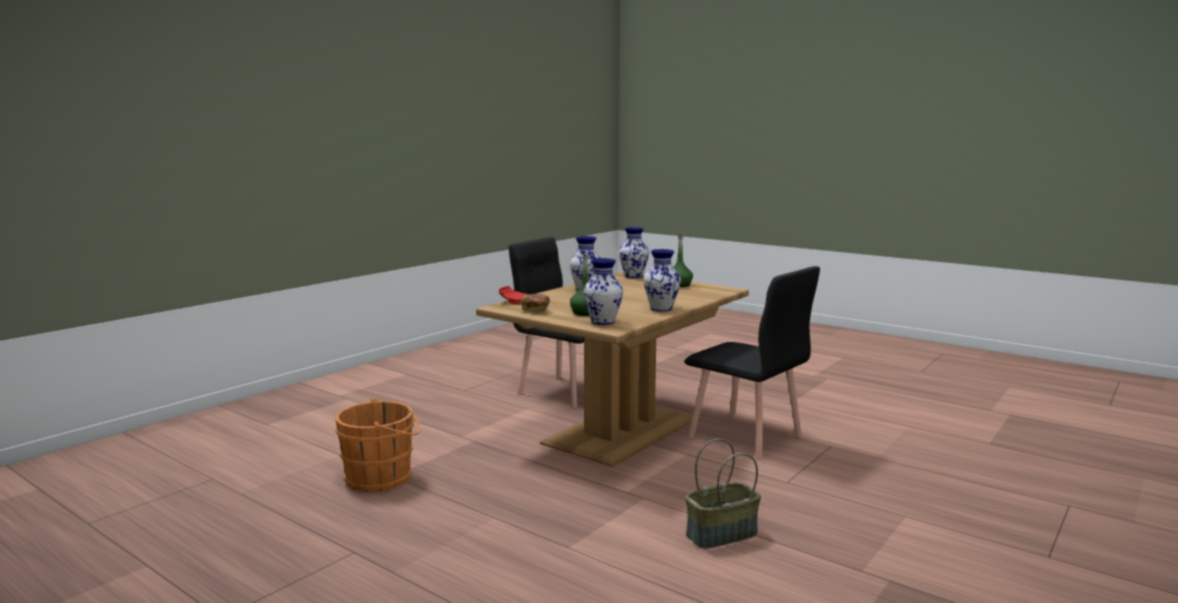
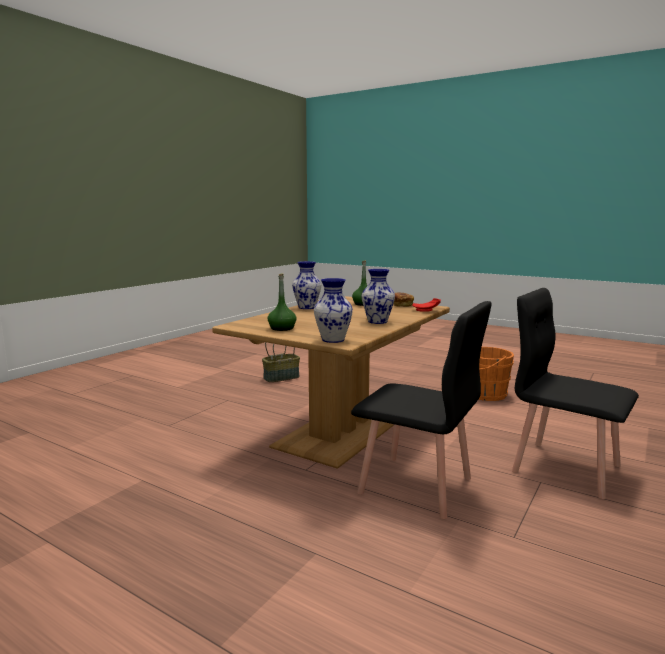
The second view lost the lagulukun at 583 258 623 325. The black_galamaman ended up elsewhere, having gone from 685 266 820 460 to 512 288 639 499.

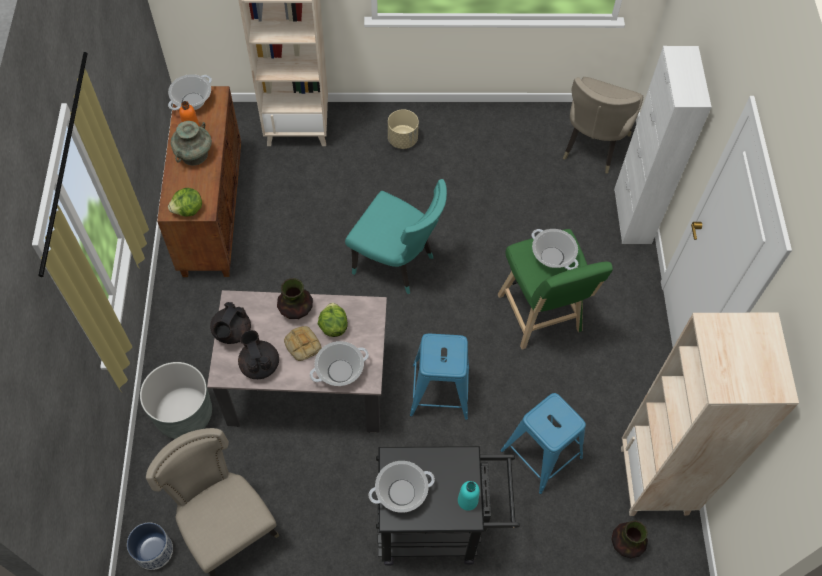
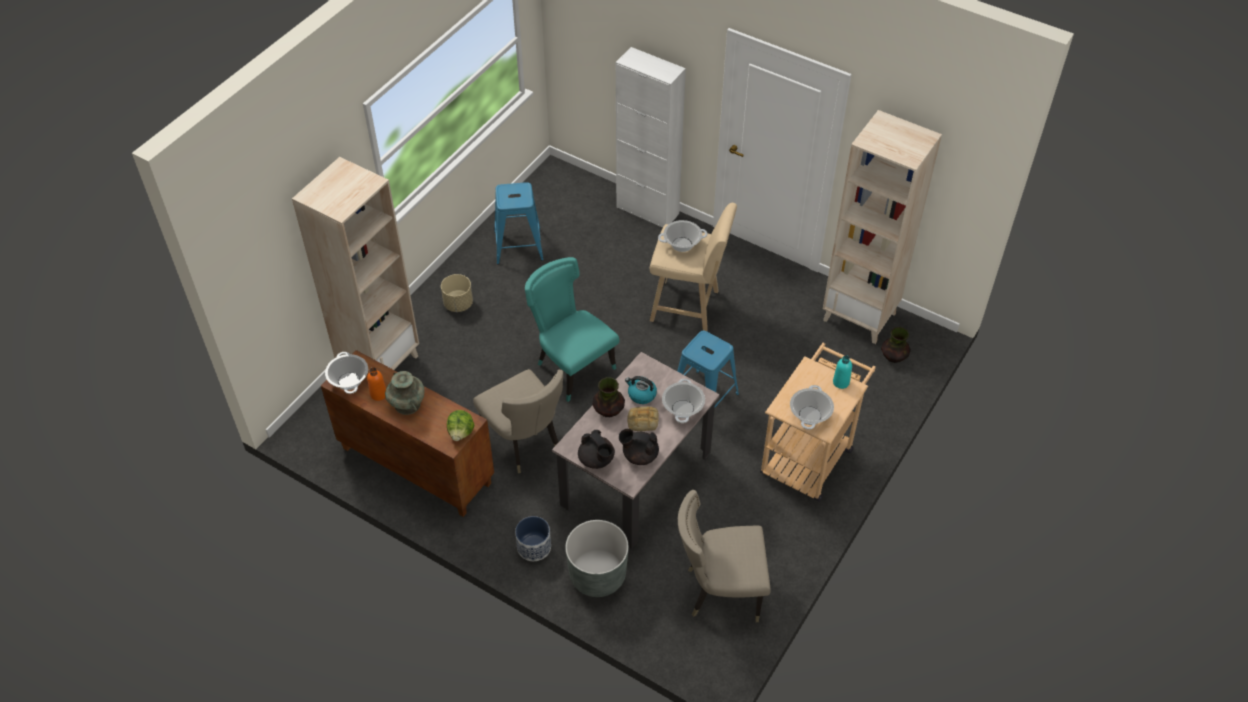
The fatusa ended up elsewhere, having gone from 127 522 173 570 to 515 516 551 561. Where the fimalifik stood at 318 303 348 337, the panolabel came to stand at 625 376 657 404. The turquoise_galamaman at 345 179 447 294 ended up facing another way, 105 degrees counterclockwise from before. What was the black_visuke at 376 446 520 566 turned into the beige_visuke at 760 343 876 502. What was the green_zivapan at 498 229 613 350 turned into the beige_zivapan at 650 203 737 331. The blue_zivapan ended up elsewhere, having gone from 500 393 586 494 to 494 182 544 264. The beige_galamaman ended up elsewhere, having gone from 563 77 643 173 to 473 369 563 473.

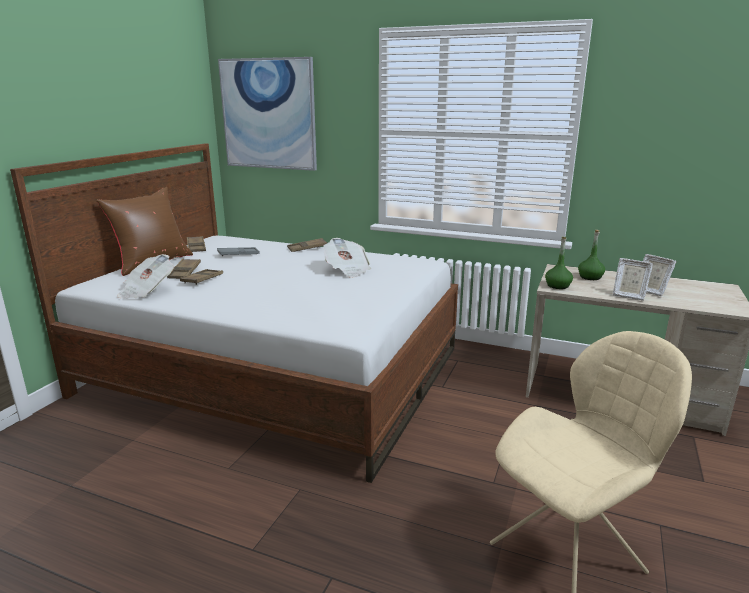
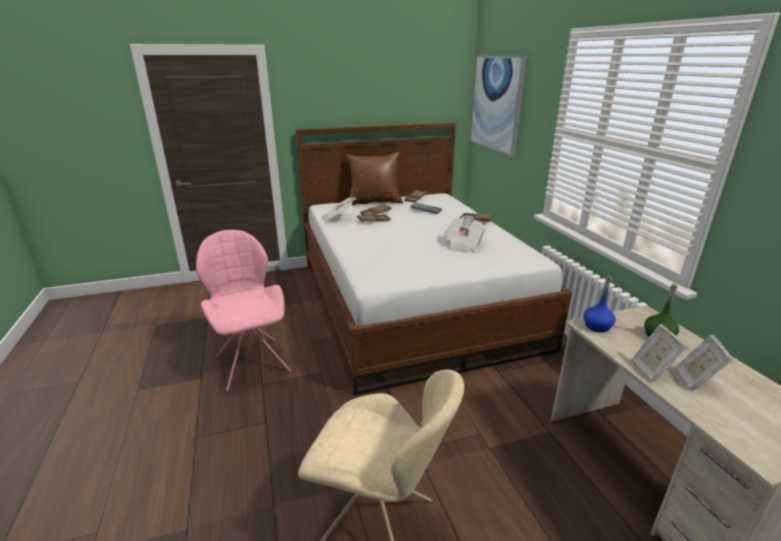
What was the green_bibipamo at 545 237 573 289 turned into the blue_bibipamo at 583 276 616 332. The second view gained the pink_galamaman at 196 230 291 391.

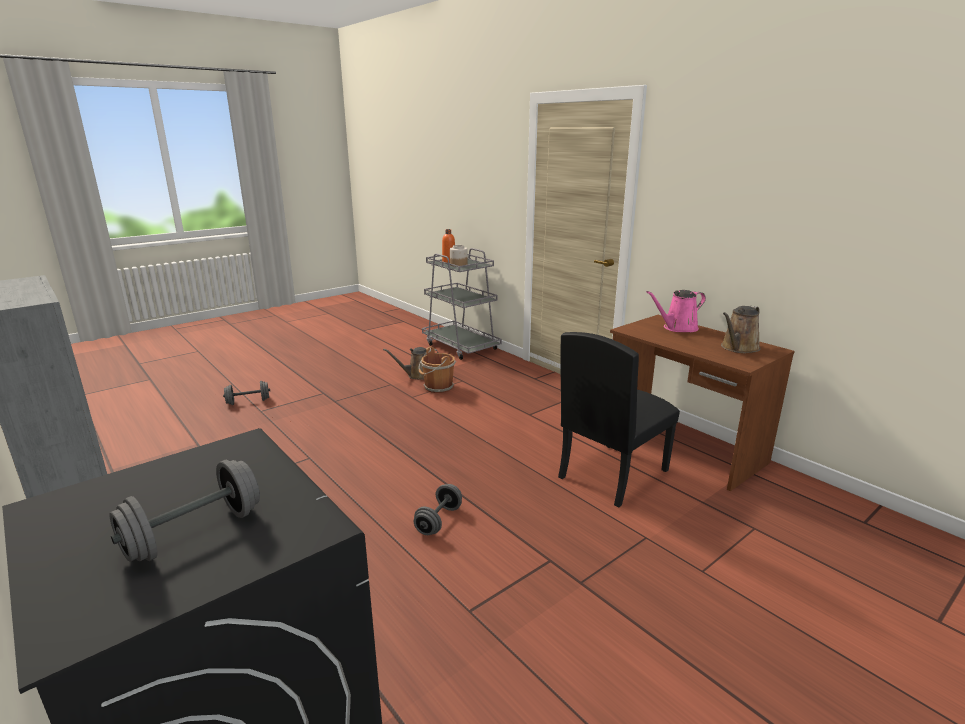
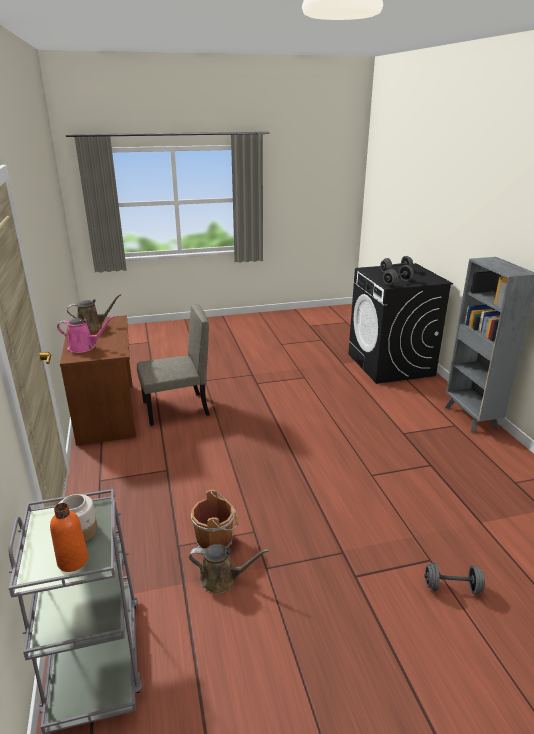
The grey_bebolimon ended up elsewhere, having gone from 414 484 462 535 to 383 265 414 286. What was the black_galamaman at 558 332 680 508 turned into the beige_galamaman at 137 304 210 426.

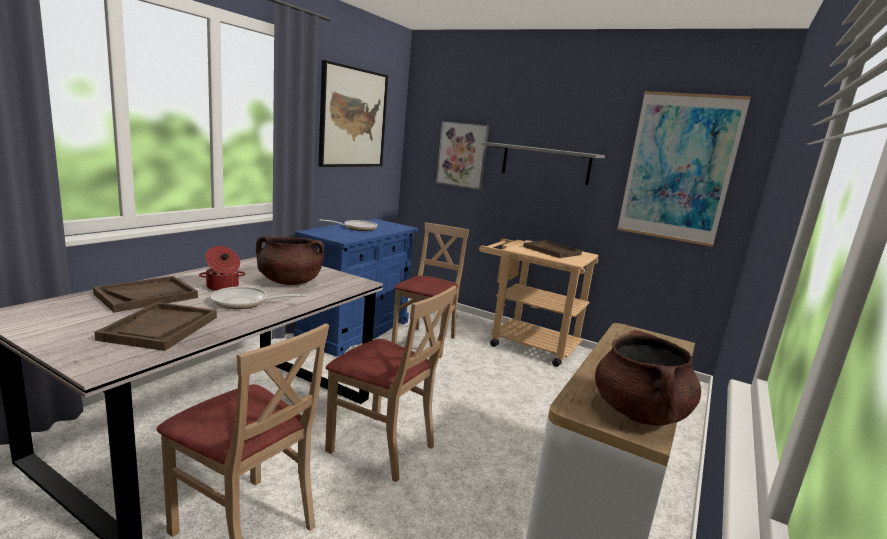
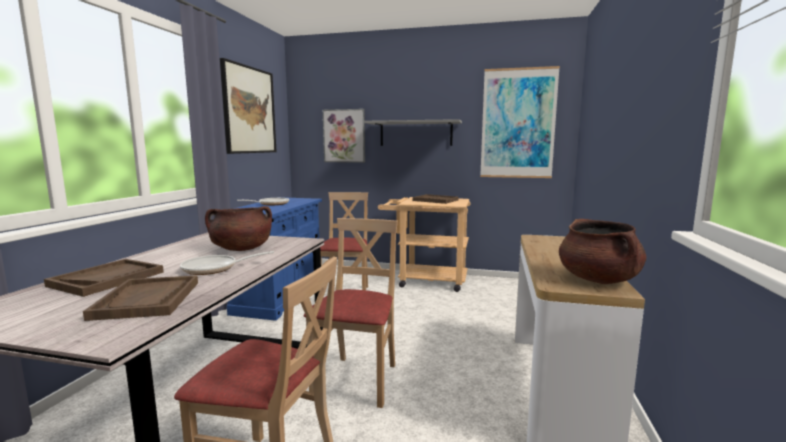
The second view lost the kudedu at 199 246 246 291. The beige_galamaman at 325 286 457 482 ended up facing another way, 90 degrees counterclockwise from before.

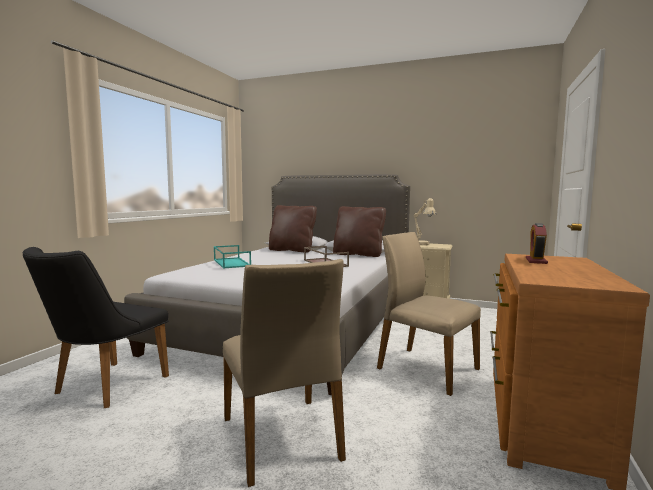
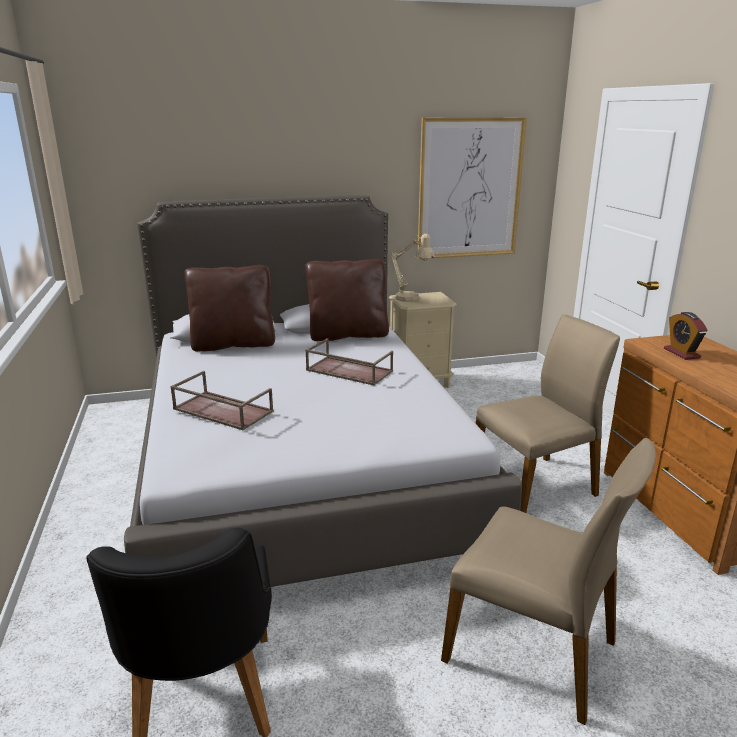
What was the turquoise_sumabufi at 214 245 251 269 turned into the brown_sumabufi at 170 371 274 431. The beige_galamaman at 377 232 481 396 ended up facing another way, 150 degrees clockwise from before. The second view gained the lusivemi at 417 117 527 259.

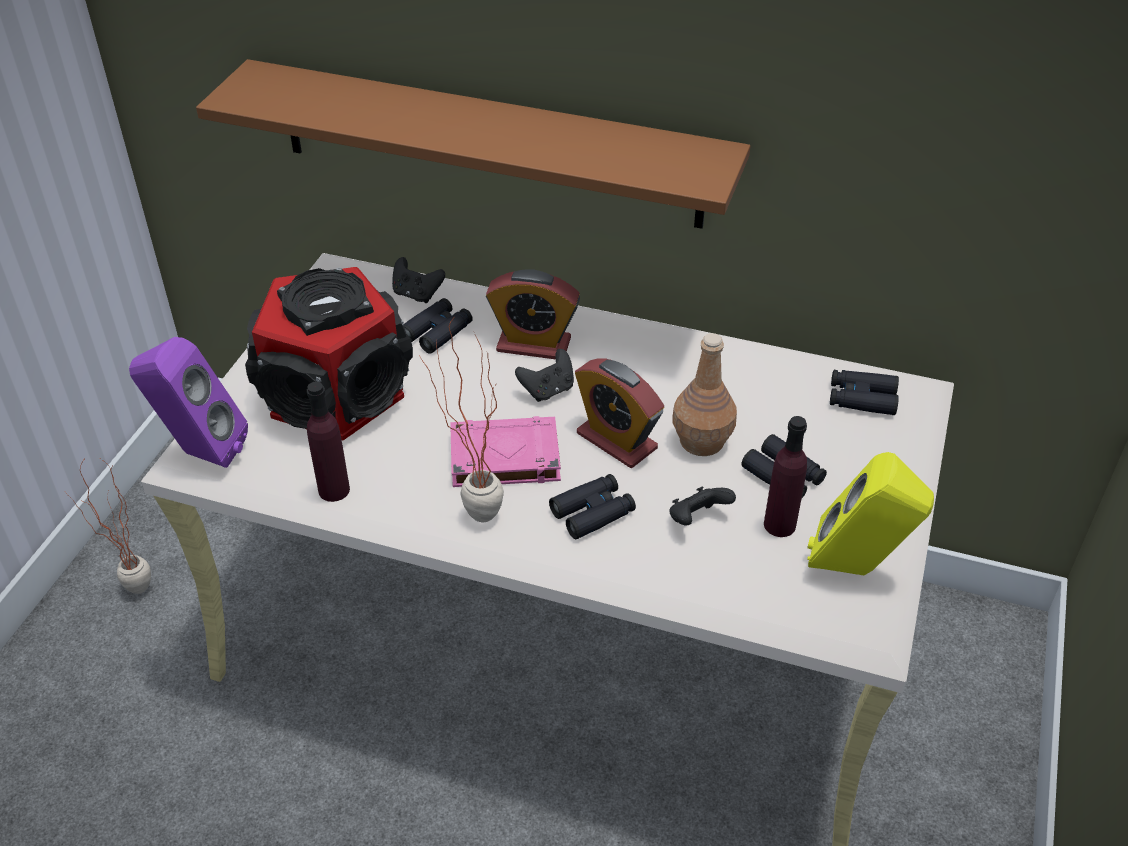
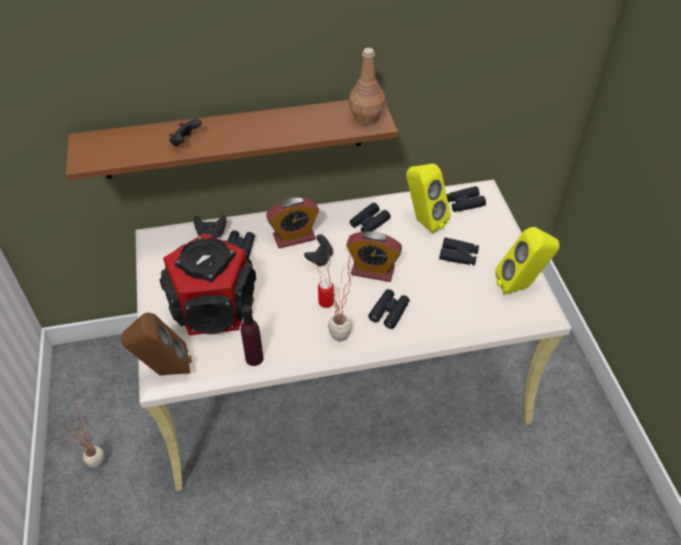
What was the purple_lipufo at 129 337 248 468 turned into the brown_lipufo at 121 313 192 376. Where the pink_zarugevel stood at 450 416 561 487, the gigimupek came to stand at 318 280 334 308. The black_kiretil ended up elsewhere, having gone from 669 487 736 525 to 169 119 202 146. The brown_bibipamo ended up elsewhere, having gone from 673 333 737 456 to 349 48 385 125. The second view lost the purple_bibipamo at 764 416 807 537. The second view gained the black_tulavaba at 350 203 391 232. The second view gained the yellow_lipufo at 406 164 451 234.

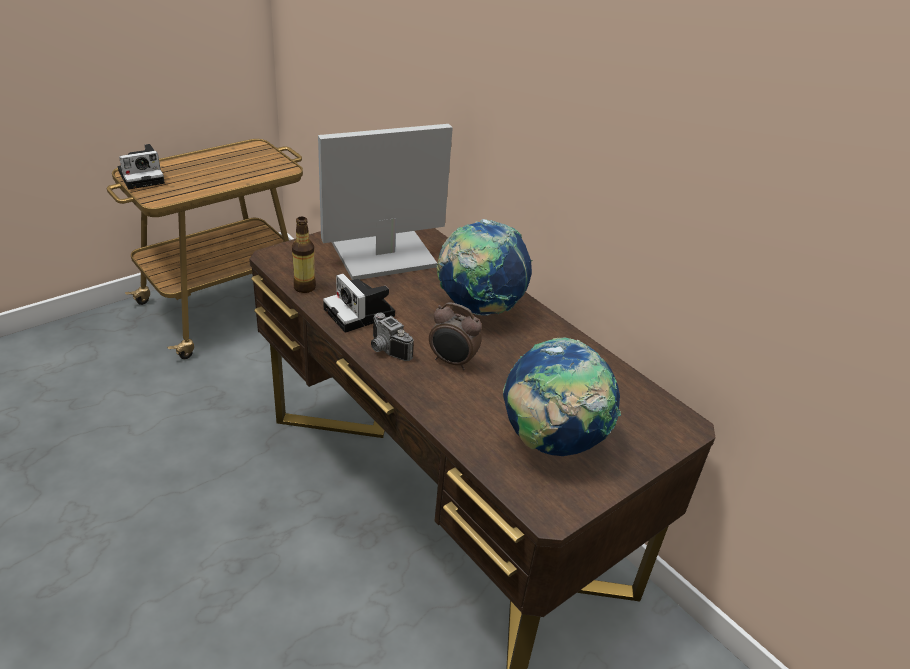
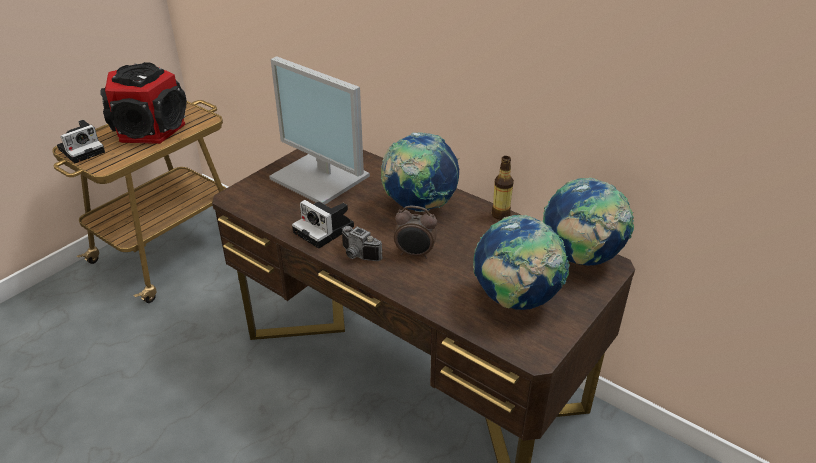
The bibipamo ended up elsewhere, having gone from 292 216 316 293 to 492 156 514 220. The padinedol at 318 124 453 280 ended up facing another way, 105 degrees counterclockwise from before. The second view gained the lipufo at 100 62 187 144. The second view gained the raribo at 542 177 634 265.

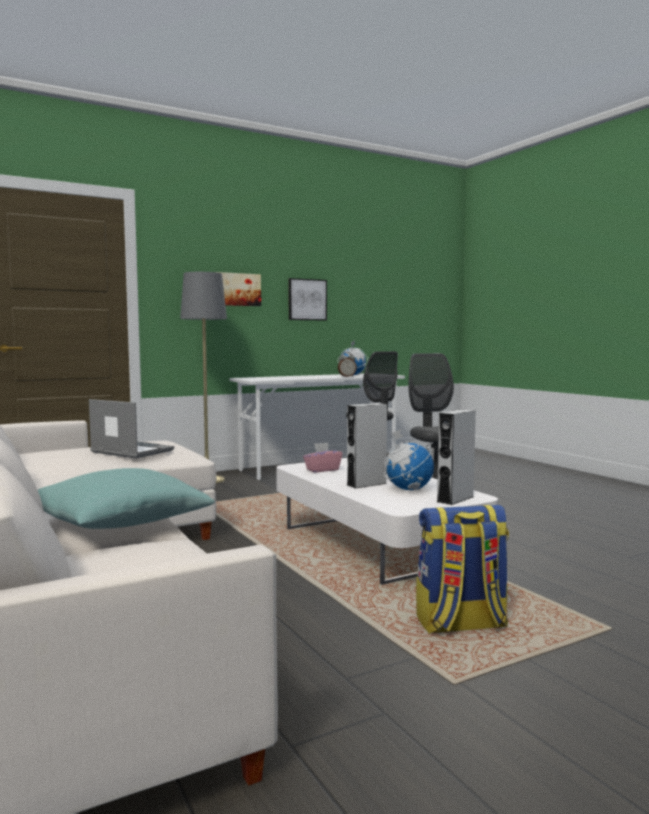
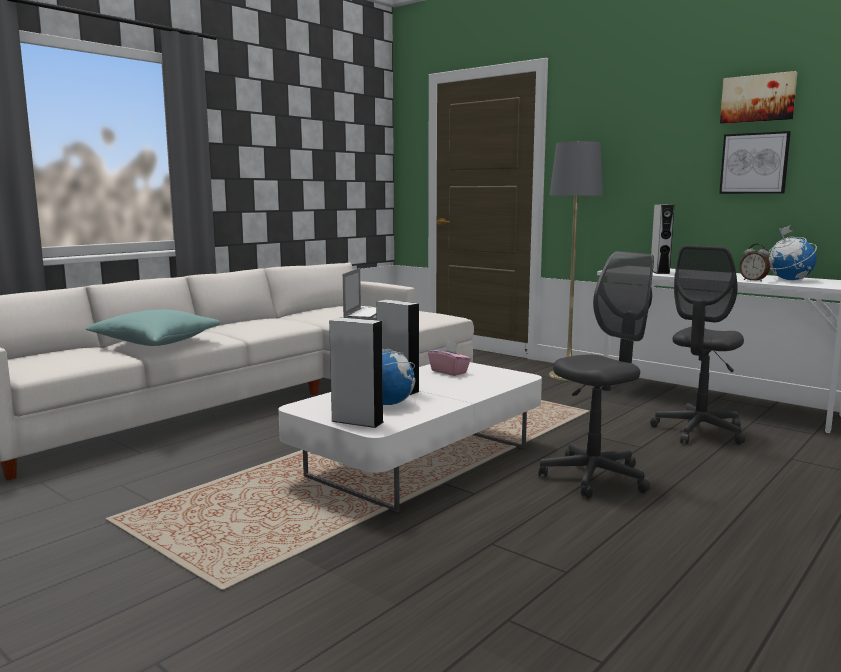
The lusivemi ended up elsewhere, having gone from 217 272 261 306 to 720 71 797 124. The second view lost the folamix at 416 505 509 634. The second view gained the grey_lipufo at 651 204 674 274.

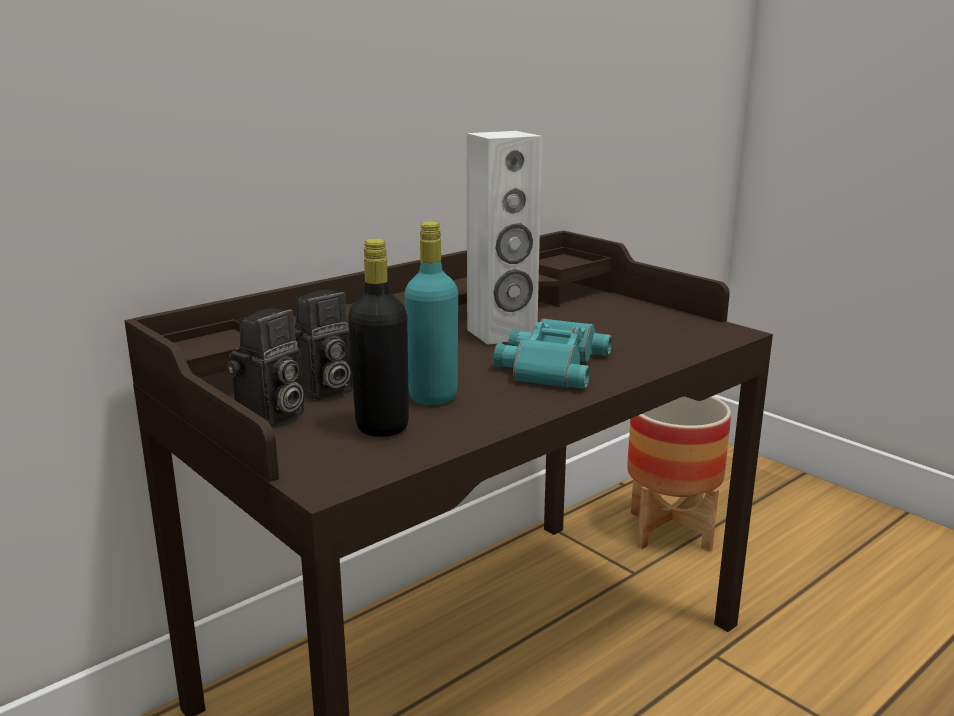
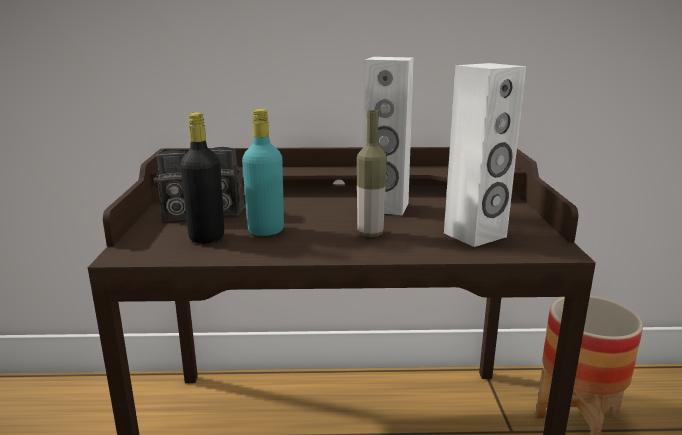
Where the turquoise_tulavaba stood at 493 318 612 389, the bibipamo came to stand at 357 110 387 237. The second view gained the white_lipufo at 444 63 526 247.

